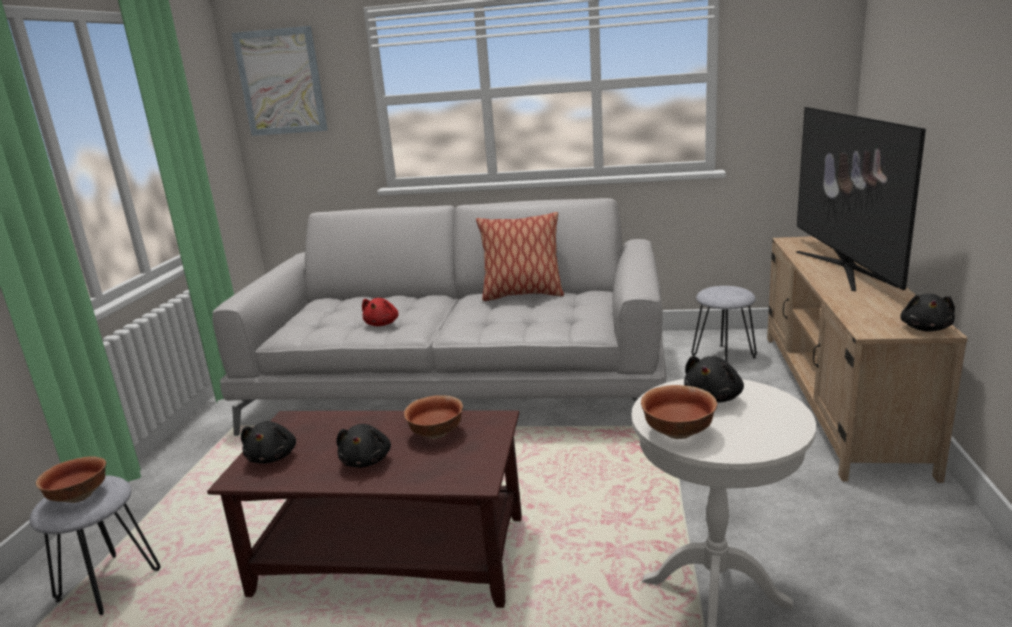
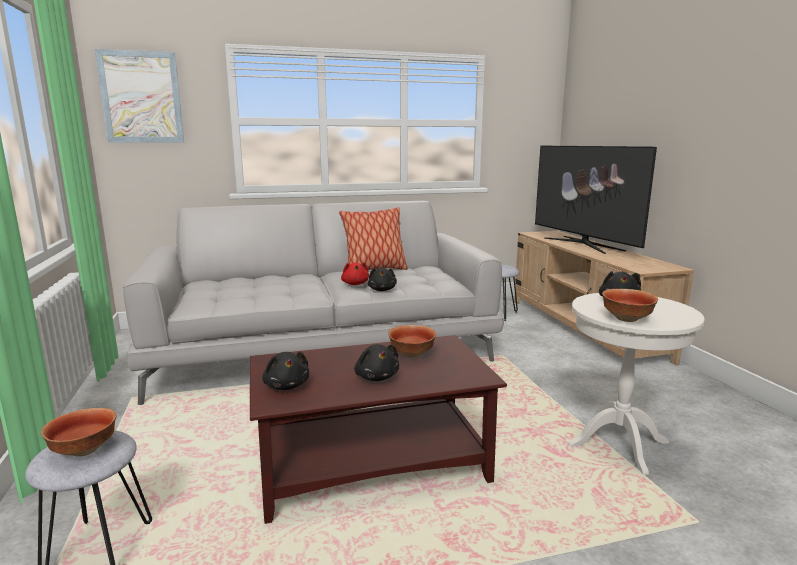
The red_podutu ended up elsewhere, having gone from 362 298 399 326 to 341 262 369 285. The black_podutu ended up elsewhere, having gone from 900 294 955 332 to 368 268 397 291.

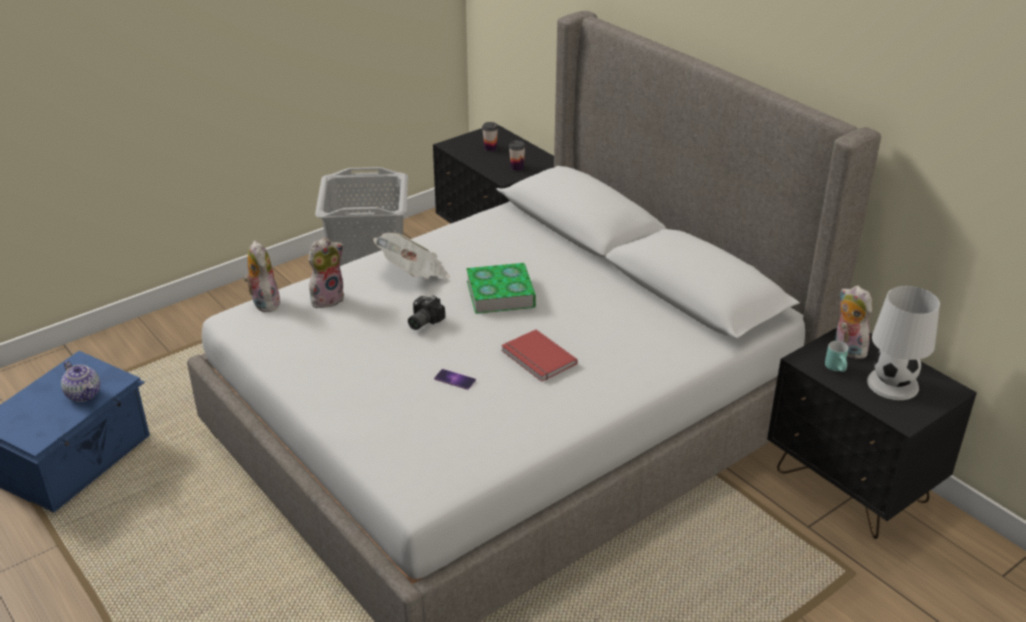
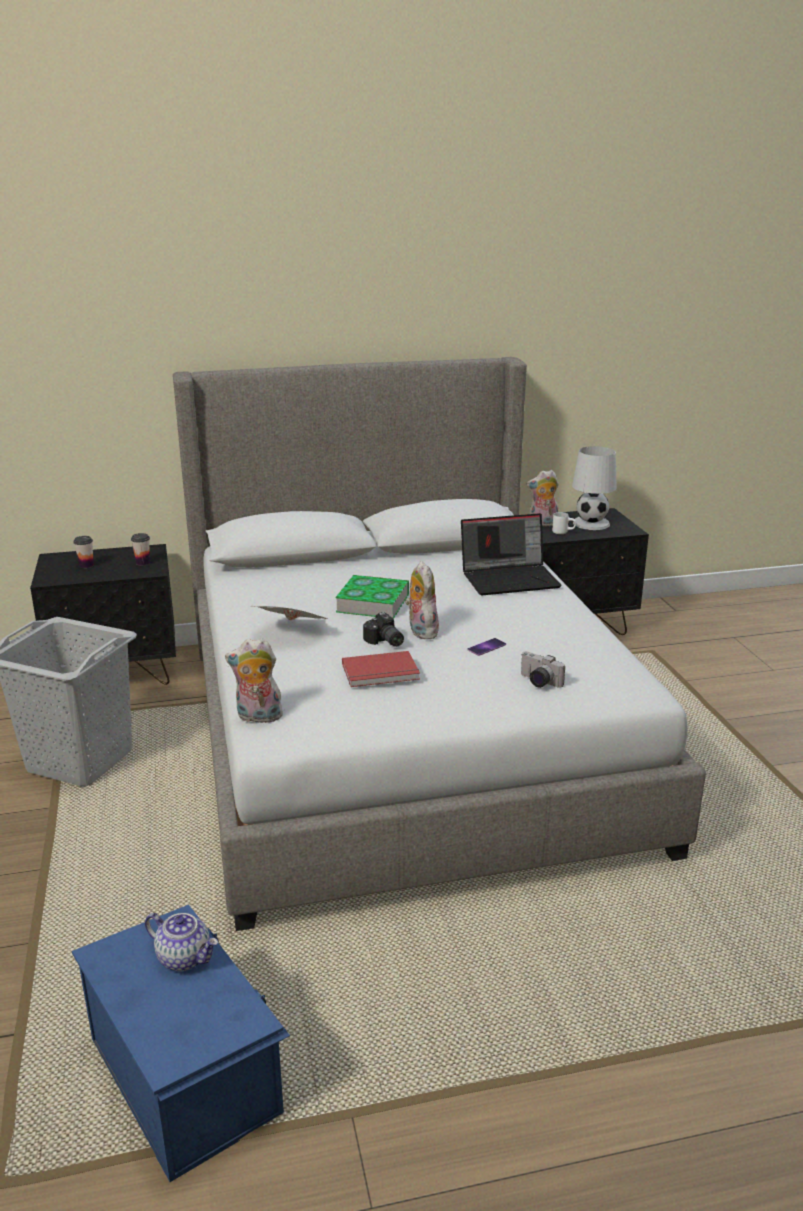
The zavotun at 61 361 100 402 ended up facing another way, 45 degrees clockwise from before. The podutu ended up elsewhere, having gone from 309 237 344 308 to 405 561 439 639. The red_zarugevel ended up elsewhere, having gone from 501 329 578 382 to 342 651 420 687. What was the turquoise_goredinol at 825 341 849 372 turned into the white_goredinol at 552 512 576 534. The second view gained the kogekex at 461 513 562 595. The second view gained the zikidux at 521 652 565 688.

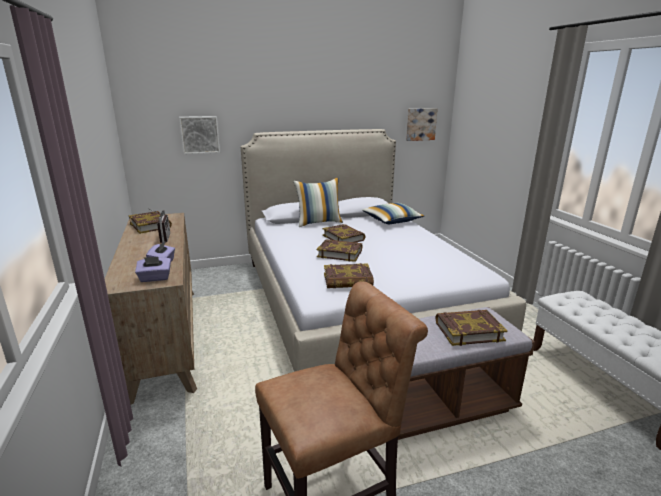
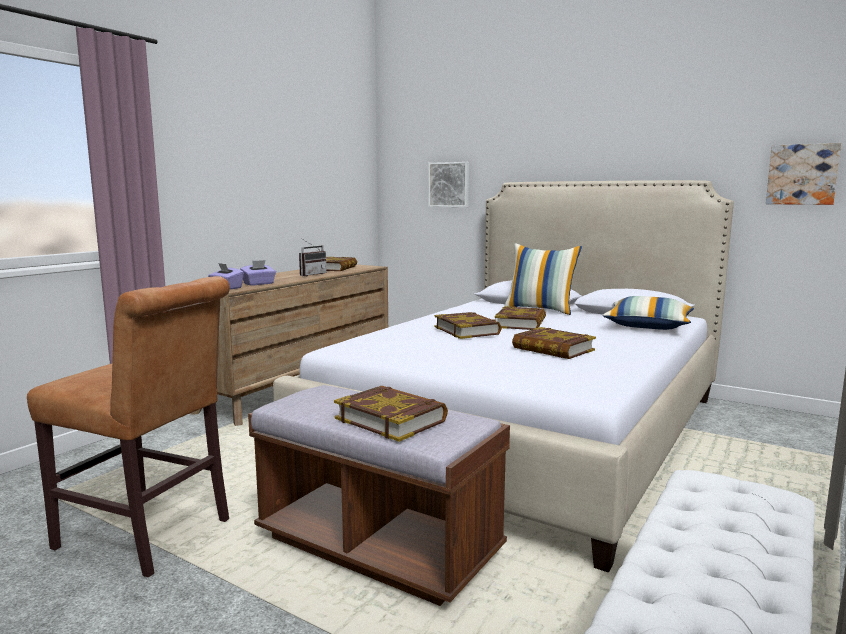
The zarugevel ended up elsewhere, having gone from 324 263 374 288 to 512 327 596 359.

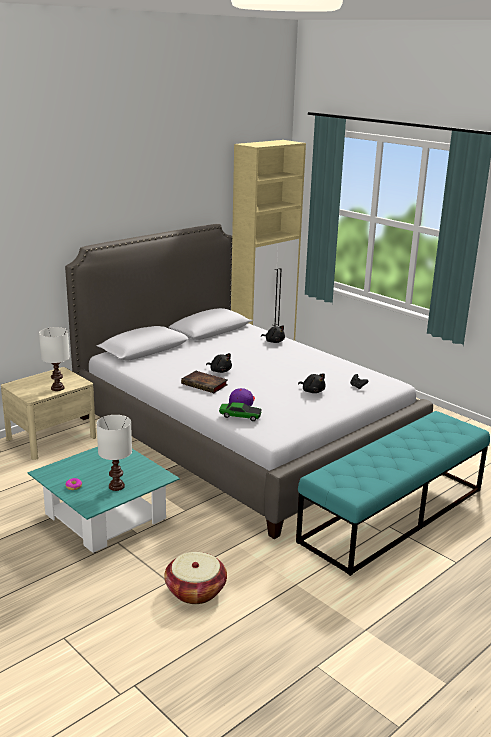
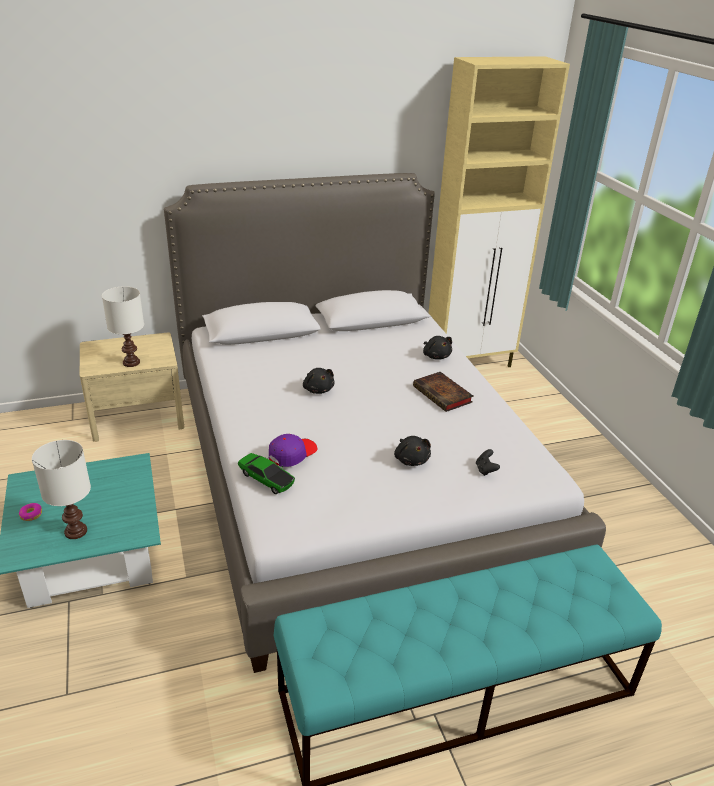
The second view lost the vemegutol at 164 552 227 604. The zarugevel ended up elsewhere, having gone from 181 371 228 393 to 413 372 473 412.

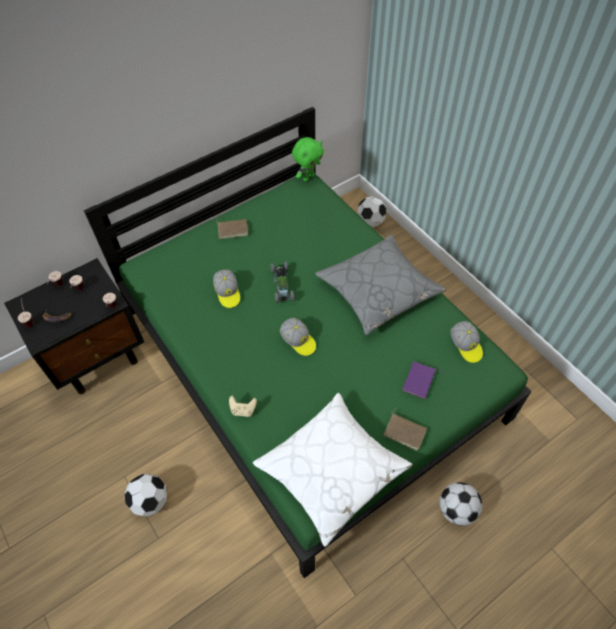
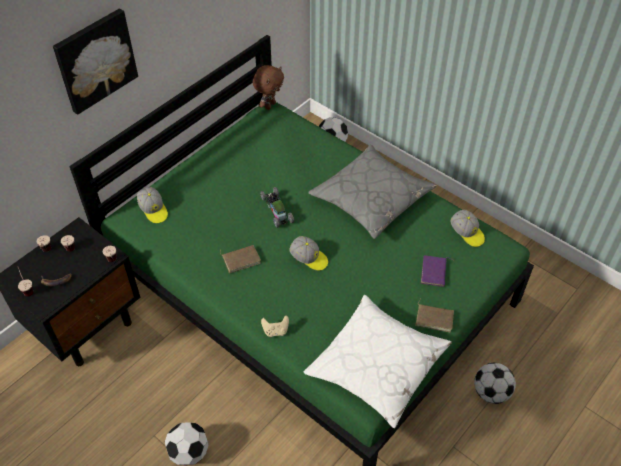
The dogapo ended up elsewhere, having gone from 213 270 240 308 to 137 187 168 223. The brown_zarugevel ended up elsewhere, having gone from 216 218 248 239 to 220 245 261 273. What was the green_podutu at 292 137 324 181 turned into the brown_podutu at 253 65 284 110. The second view gained the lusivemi at 53 8 138 115.

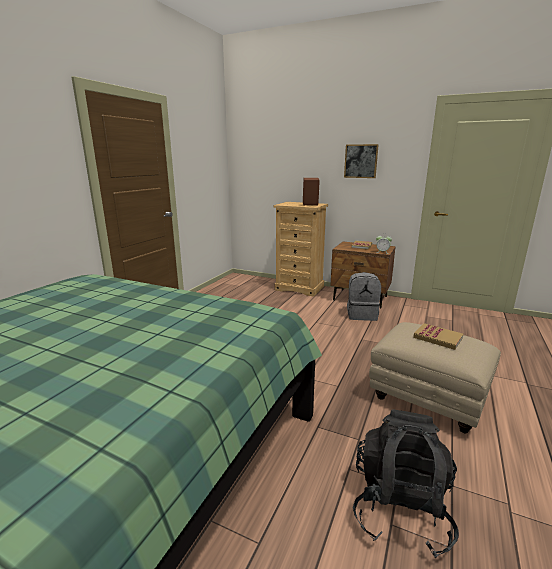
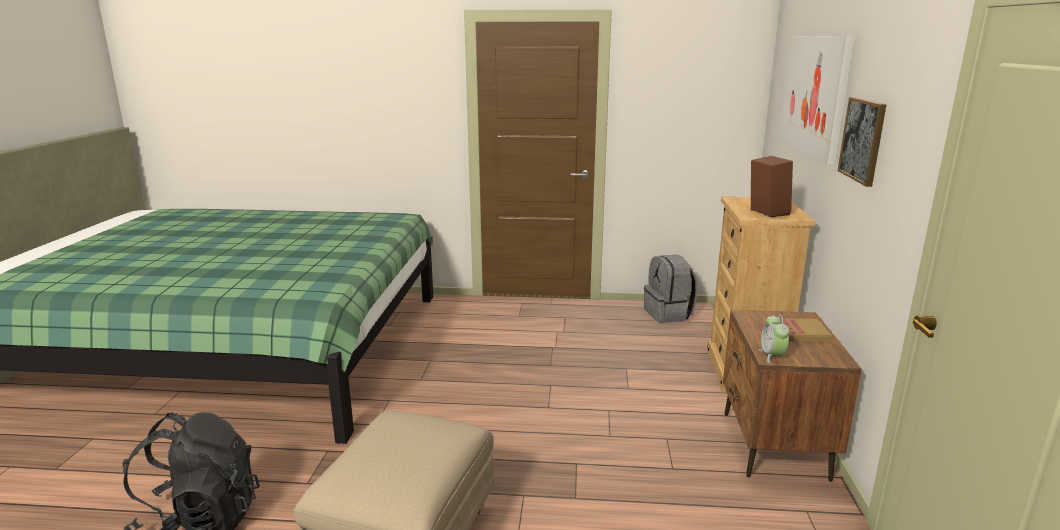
The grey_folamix ended up elsewhere, having gone from 347 272 381 321 to 644 255 697 323. The second view lost the zarugevel at 413 323 464 350. The second view gained the lusivemi at 778 36 855 165.

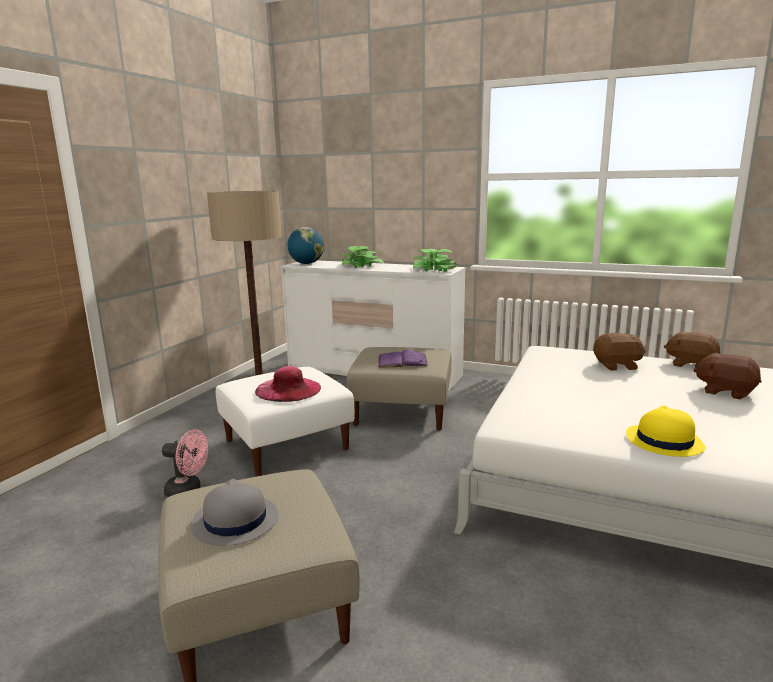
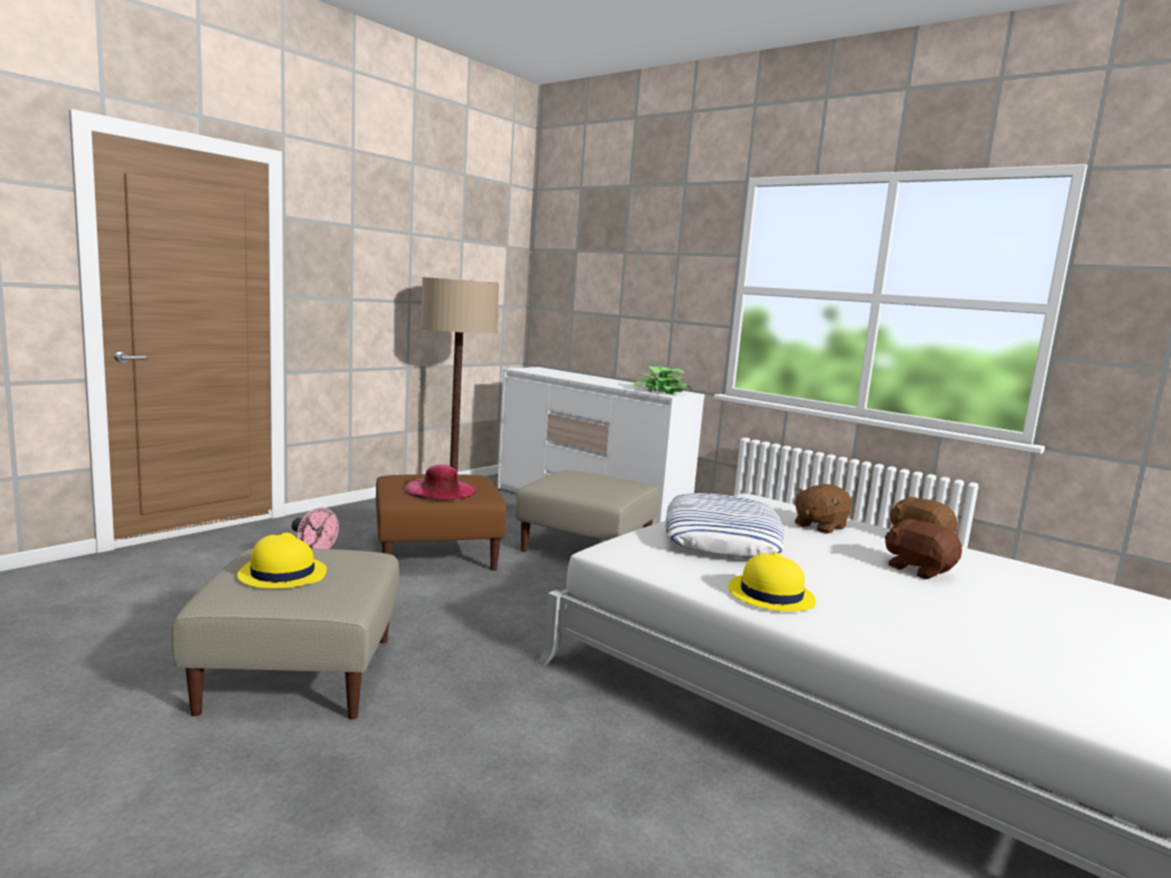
What was the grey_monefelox at 191 479 279 546 turned into the yellow_monefelox at 237 533 327 588. What was the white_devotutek at 216 367 355 477 turned into the brown_devotutek at 376 474 506 571. The second view lost the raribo at 287 227 324 264. The second view lost the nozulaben at 341 246 384 268. The second view lost the purple_zarugevel at 378 350 428 368. The brown_podutu at 593 333 646 371 ended up facing another way, 120 degrees clockwise from before. The second view gained the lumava at 665 493 785 558.

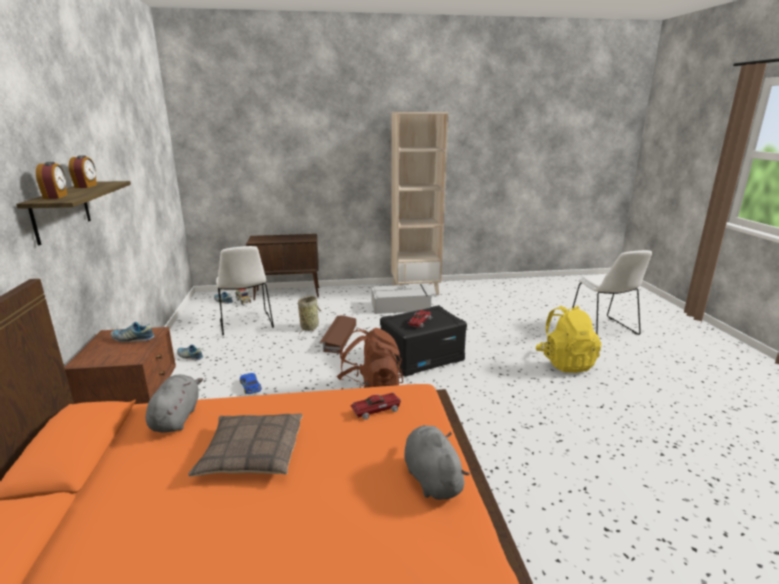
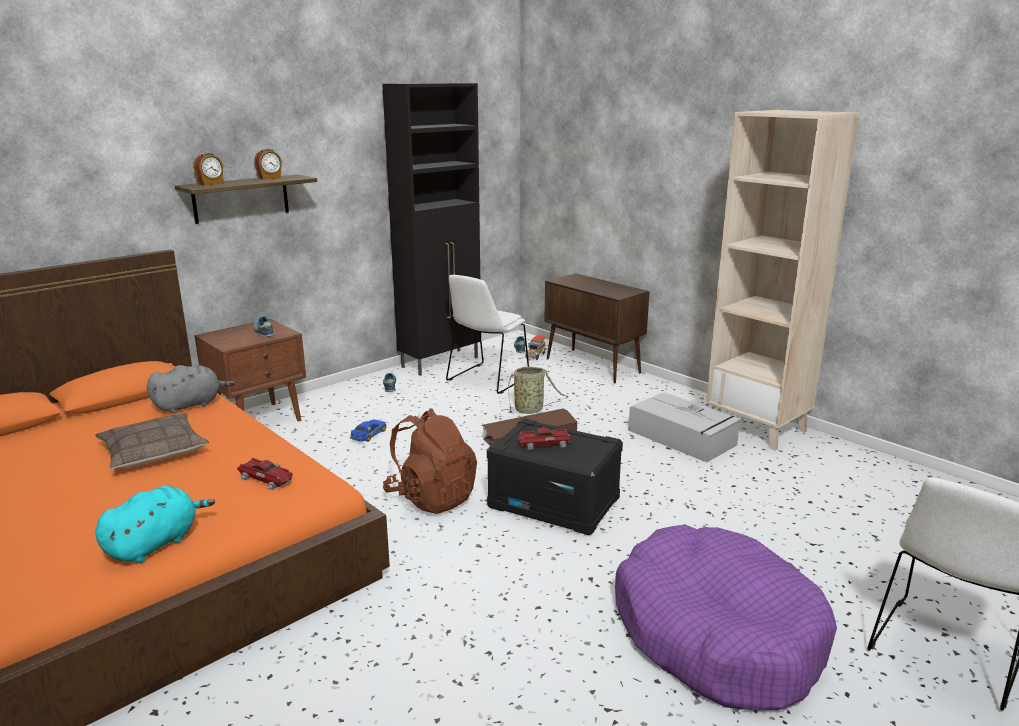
What was the grey_podutu at 404 425 470 500 turned into the turquoise_podutu at 95 486 215 563. Where the yellow_folamix stood at 535 305 601 373, the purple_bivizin came to stand at 615 525 837 710. The second view gained the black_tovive at 382 83 480 376.

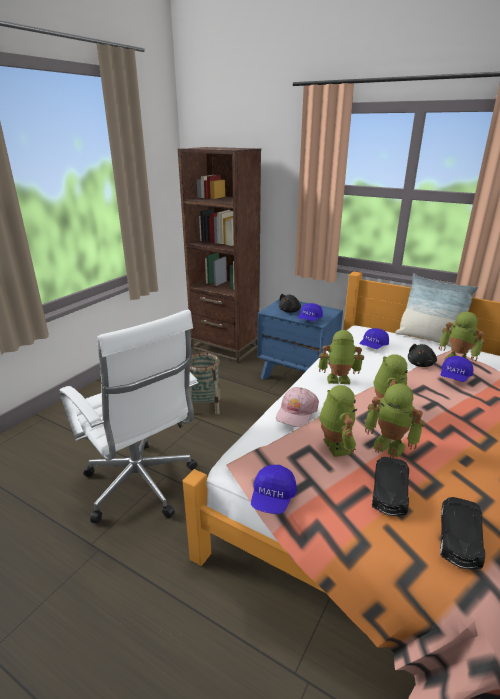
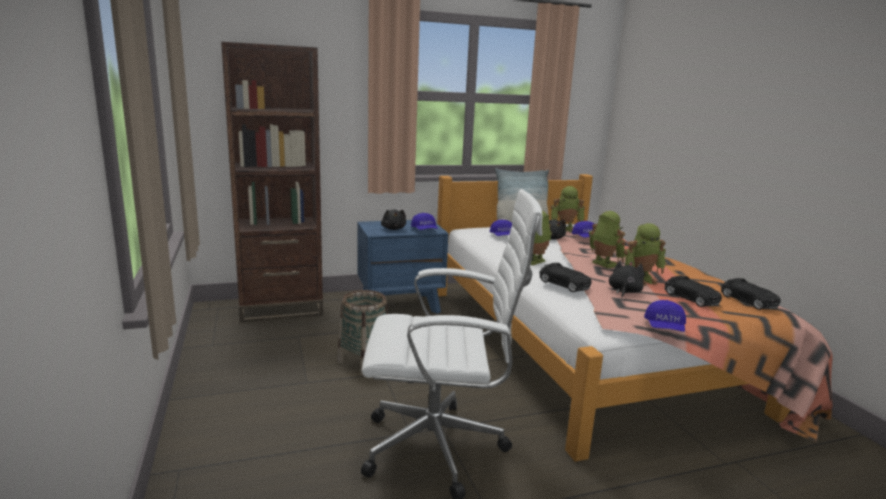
The blue_dogapo at 251 465 297 514 ended up facing another way, 45 degrees clockwise from before. Where the pink_dogapo stood at 276 387 319 427, the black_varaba came to stand at 539 263 592 292. Where the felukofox stood at 319 385 357 457, the black_podutu came to stand at 609 260 644 298.

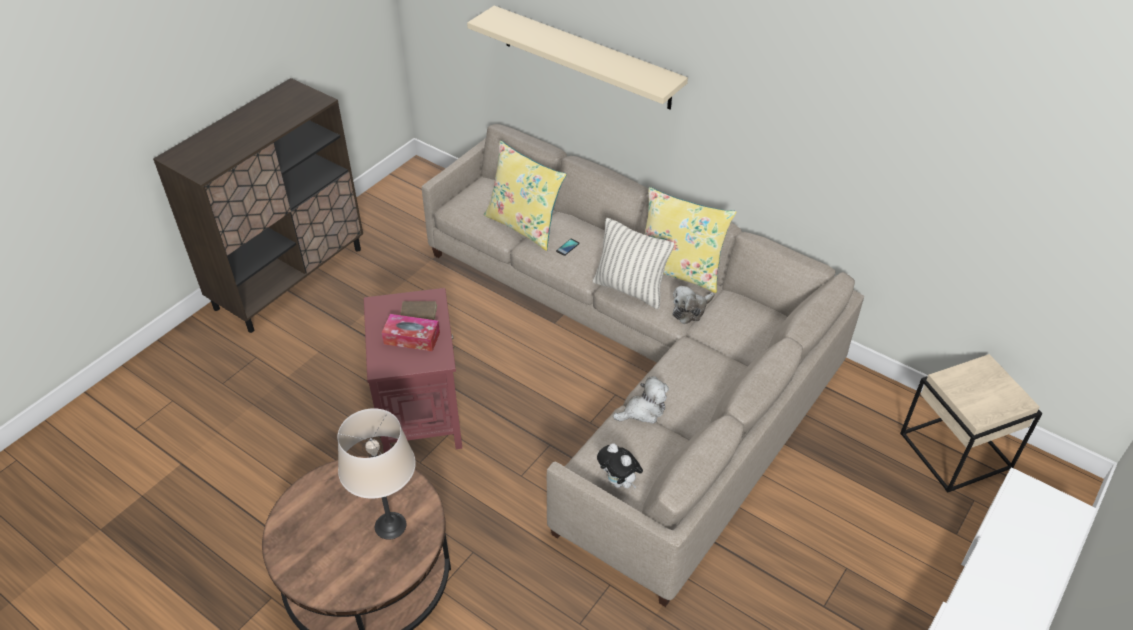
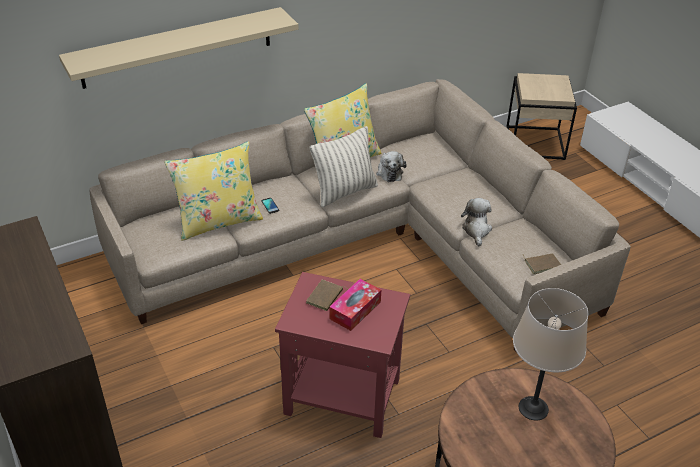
Where the podutu stood at 597 443 643 488, the brown_zarugevel came to stand at 523 253 561 274.

